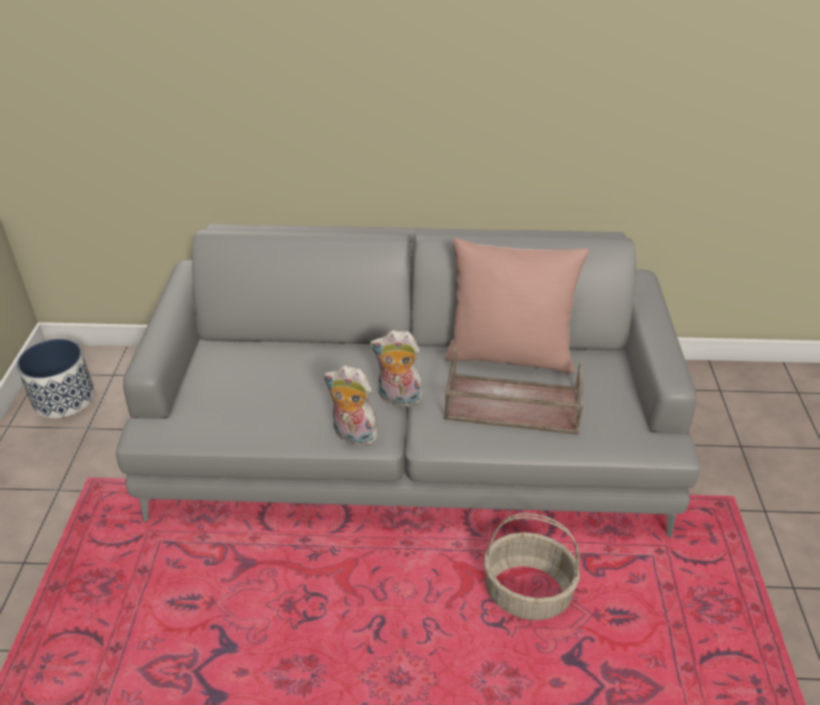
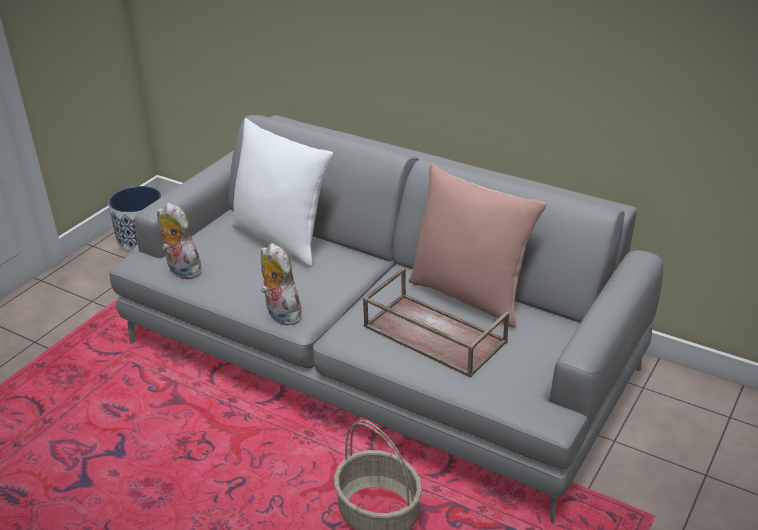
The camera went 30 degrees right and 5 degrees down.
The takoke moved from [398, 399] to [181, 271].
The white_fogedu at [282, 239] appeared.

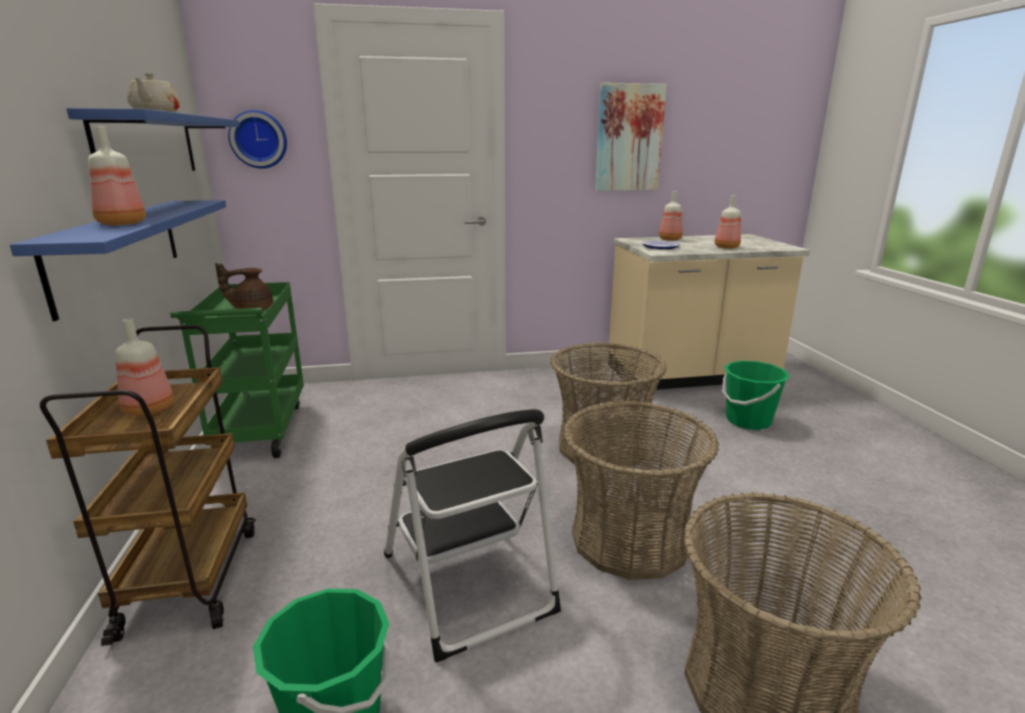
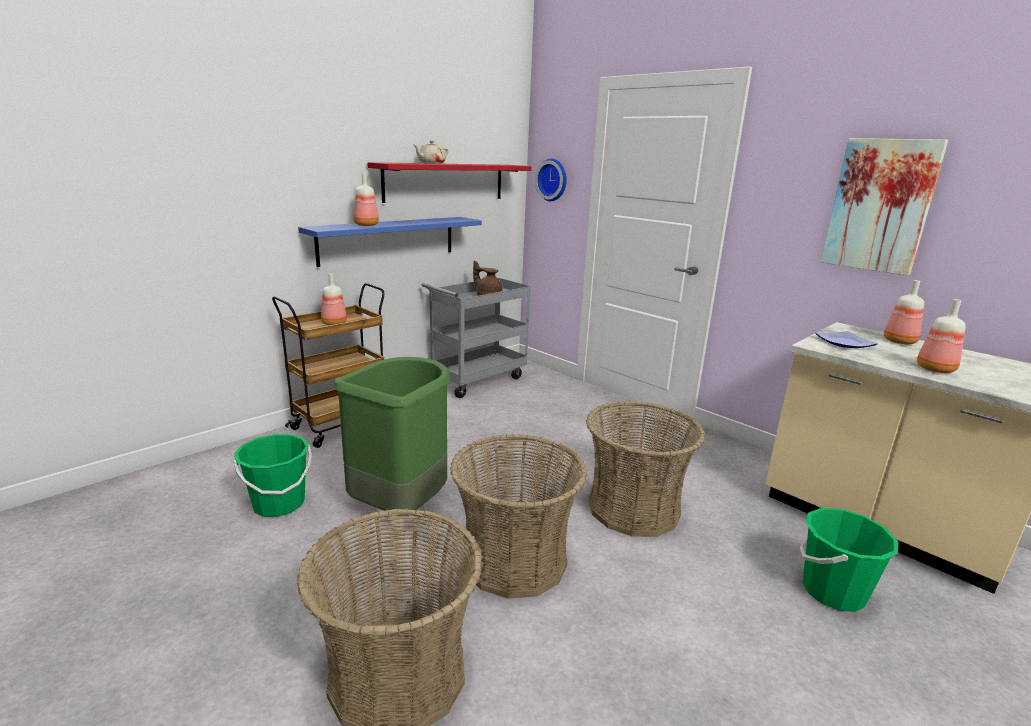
The camera went 55 degrees right and 0 degrees up.
The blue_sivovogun at [148, 146] became the red_sivovogun at [445, 182].
The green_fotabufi at [261, 433] became the grey_fotabufi at [476, 383].
The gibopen at [469, 586] was replaced by the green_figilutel at [401, 506].

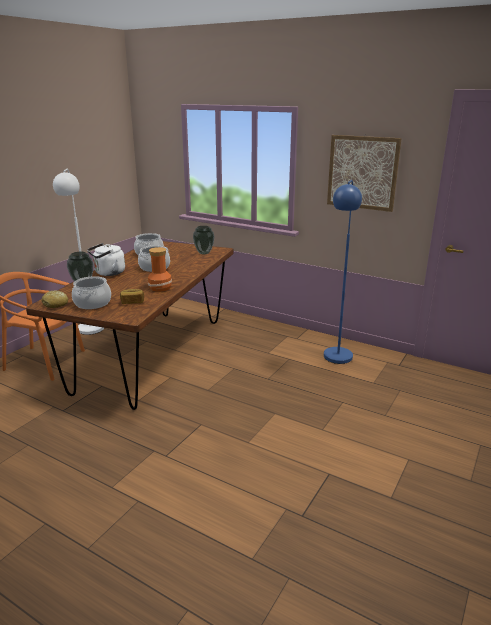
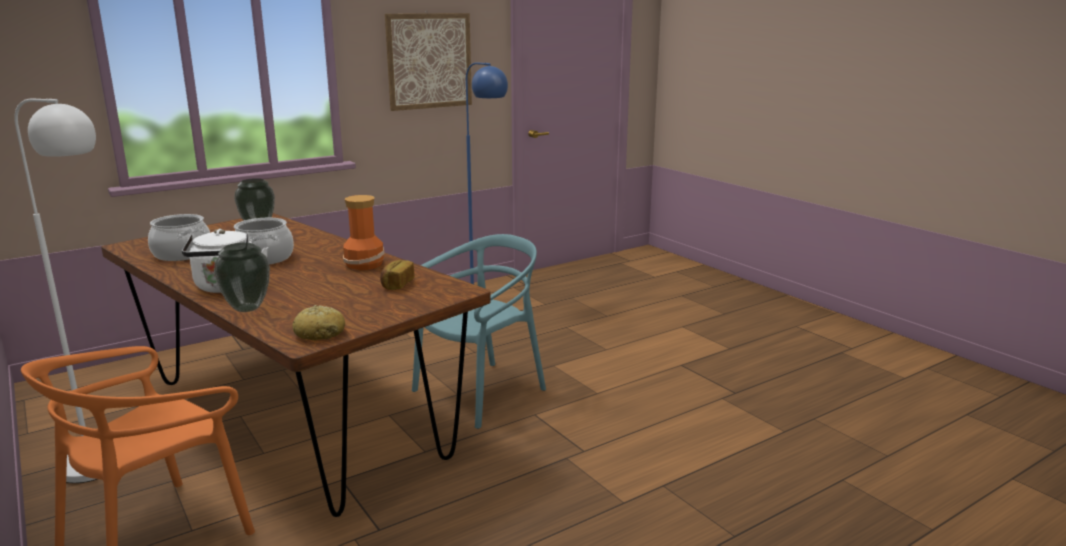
The camera went 65 degrees left and 5 degrees down.
The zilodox at [92, 303] disappeared.
The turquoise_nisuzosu at [480, 393] appeared.

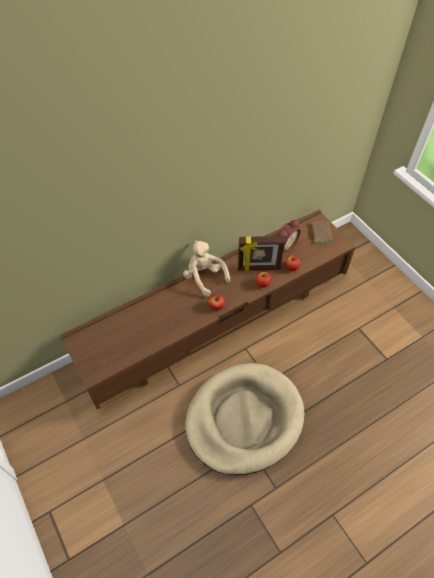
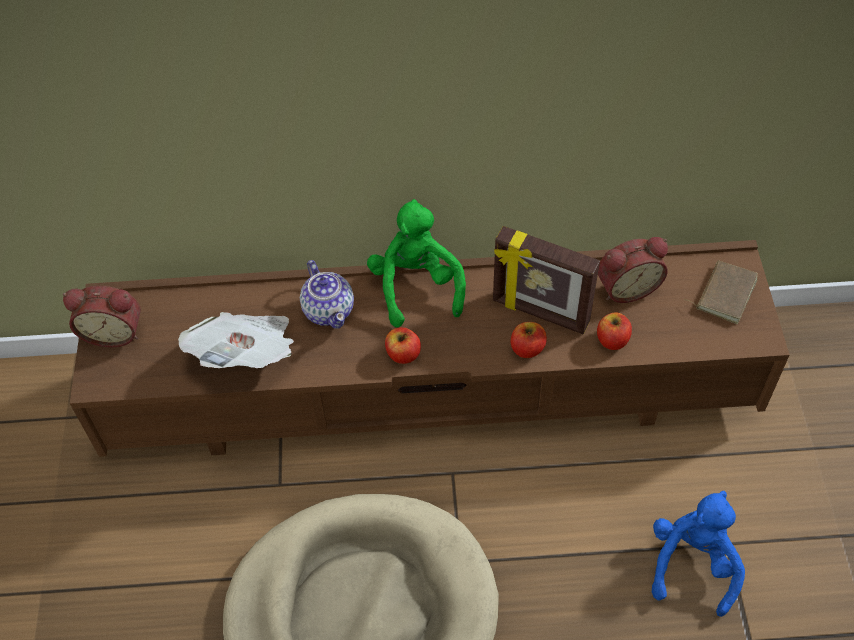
The camera went 30 degrees right and 0 degrees up.
The beige_takoke at [204, 277] became the green_takoke at [416, 287].
The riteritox at [114, 331] appeared.
The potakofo at [247, 355] appeared.
The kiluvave at [329, 310] appeared.
The blue_takoke at [693, 563] appeared.

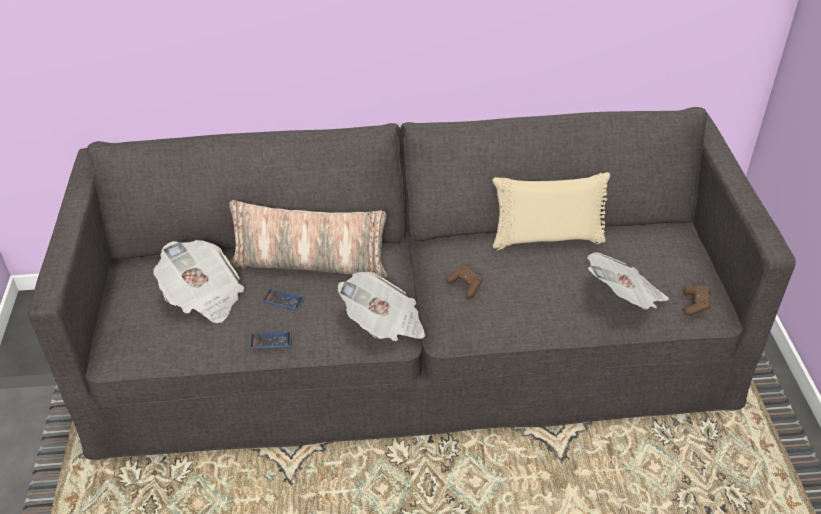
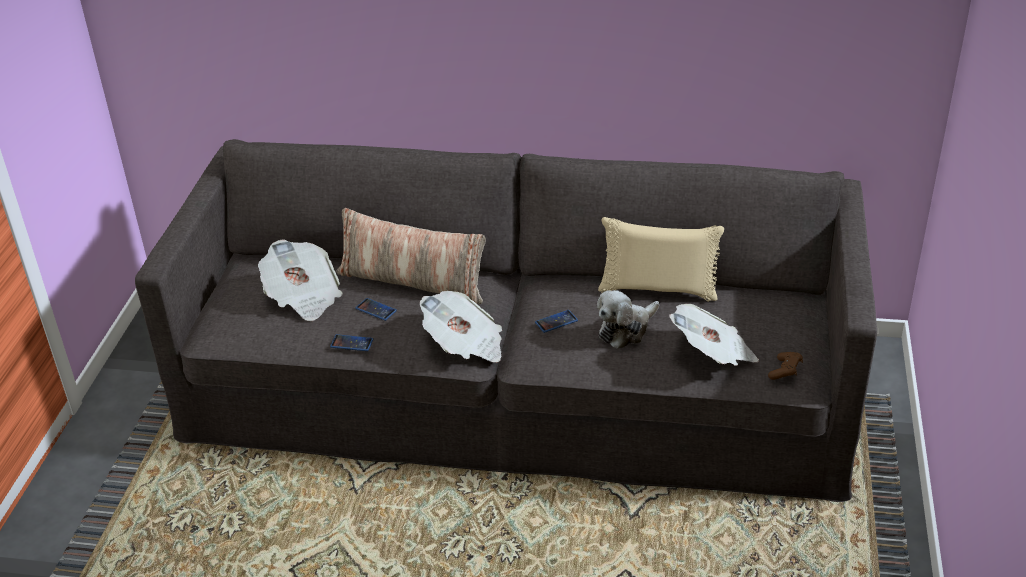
The camera went 15 degrees right and 5 degrees down.
The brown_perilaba at [465, 286] was replaced by the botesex at [556, 322].
The takoke at [626, 329] appeared.

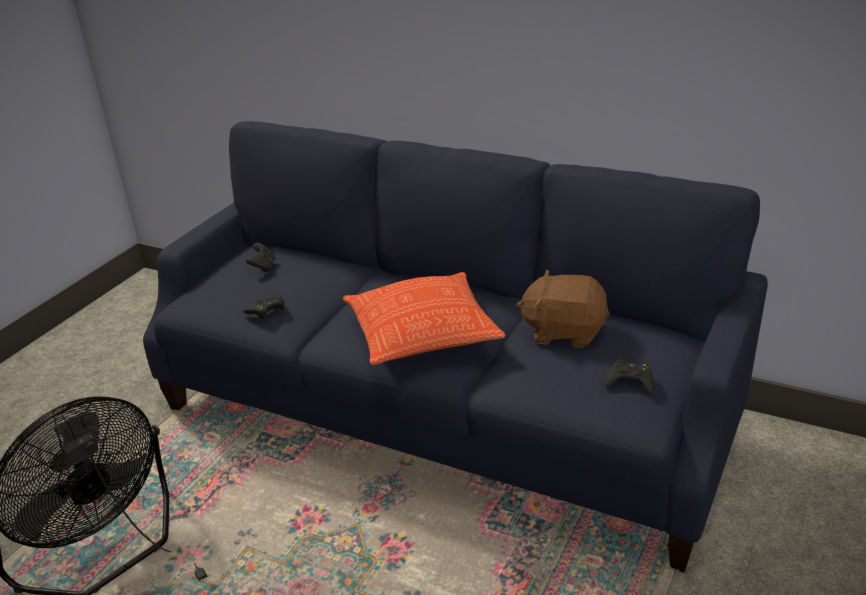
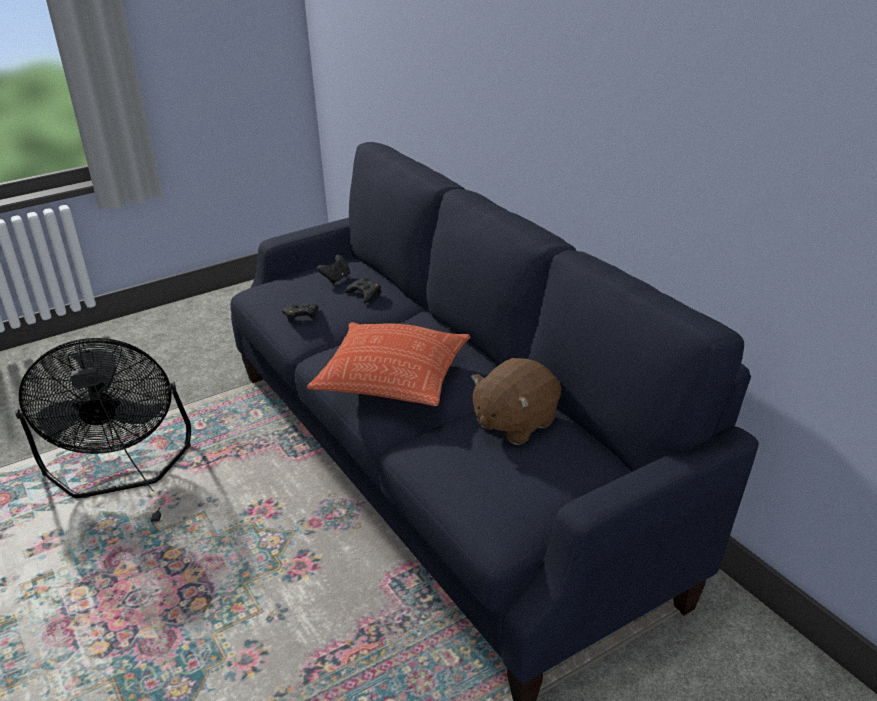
The camera went 30 degrees right and 0 degrees up.
The brown_takoke at [564, 331] turned 90 degrees counterclockwise.
The black_perilaba moved from [630, 381] to [364, 294].

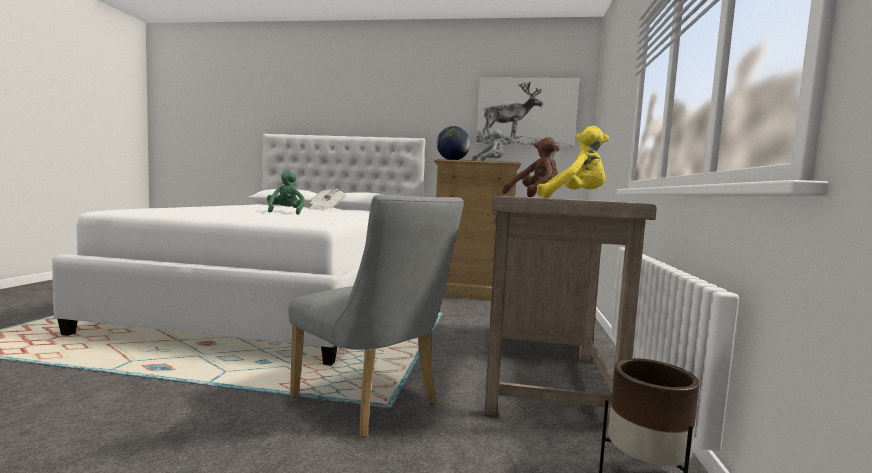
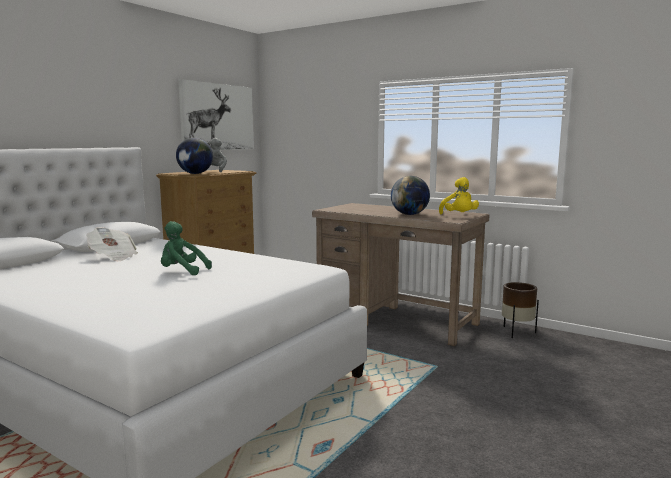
The camera went 65 degrees left and 5 degrees up.
The grey_nisuzosu at [372, 403] disappeared.
The brown_takoke at [535, 197] was replaced by the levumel at [409, 214].
The yellow_takoke at [573, 199] turned 135 degrees clockwise.

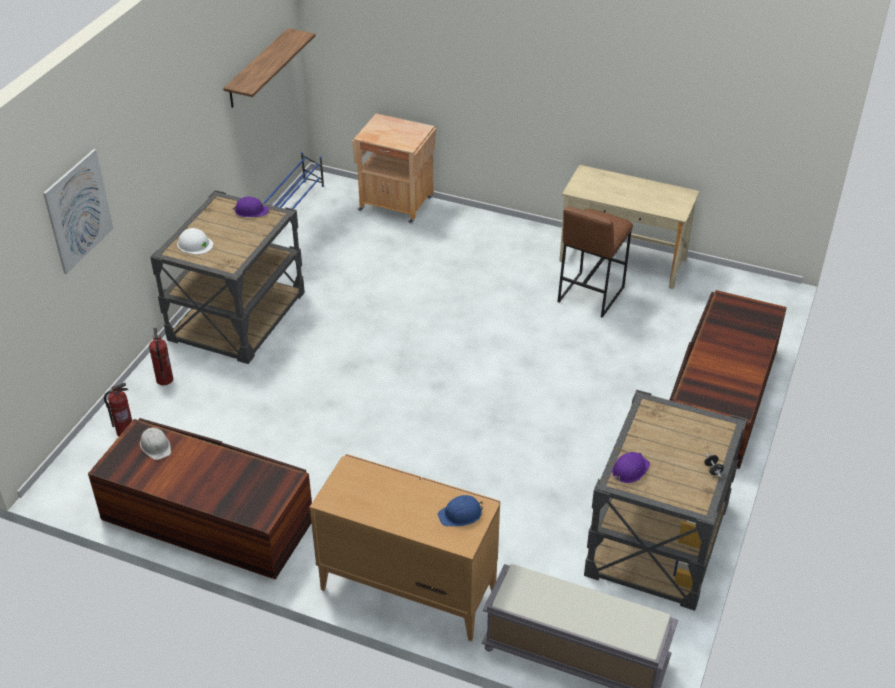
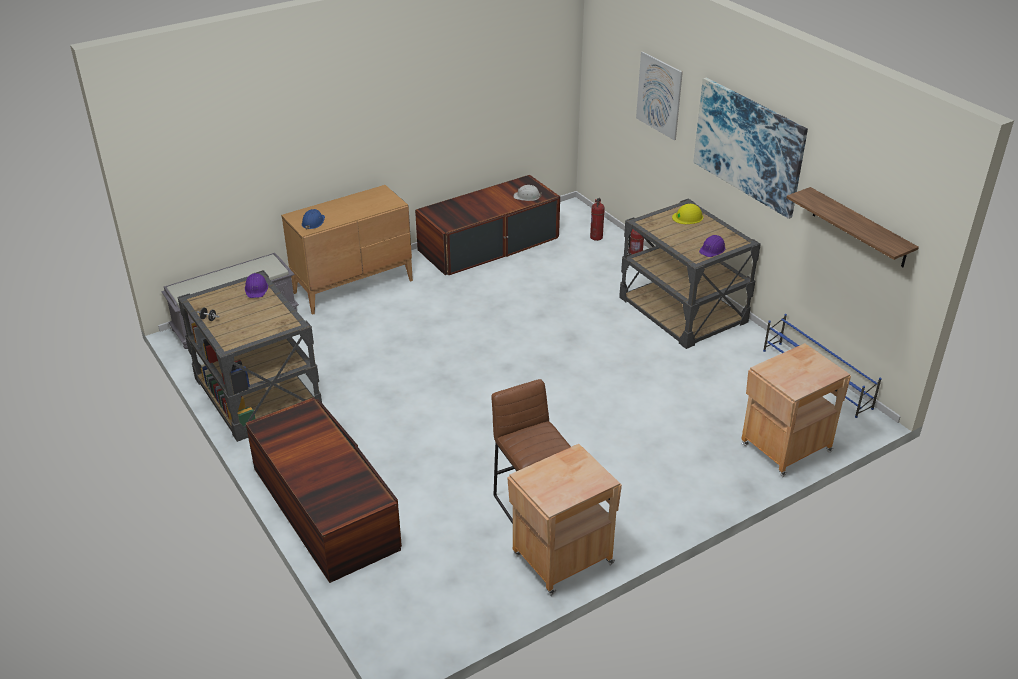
The camera went 125 degrees right and 5 degrees down.
The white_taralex at [195, 244] became the yellow_taralex at [688, 217].
The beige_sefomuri at [623, 260] was replaced by the brown_fotabufi at [561, 560].
The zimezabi at [748, 146] appeared.

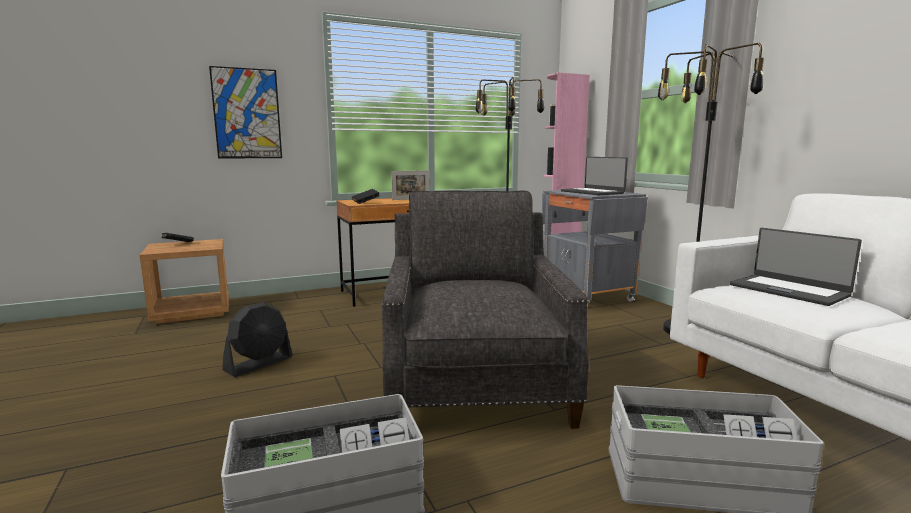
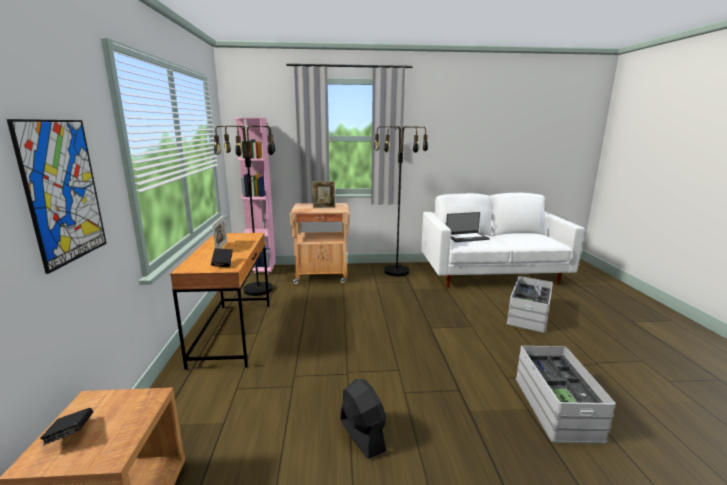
The camera went 70 degrees left and 5 degrees up.
The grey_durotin at [476, 381] disappeared.
The grey_fotabufi at [587, 296] became the brown_fotabufi at [322, 276].
The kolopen at [592, 192] was replaced by the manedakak at [324, 207].

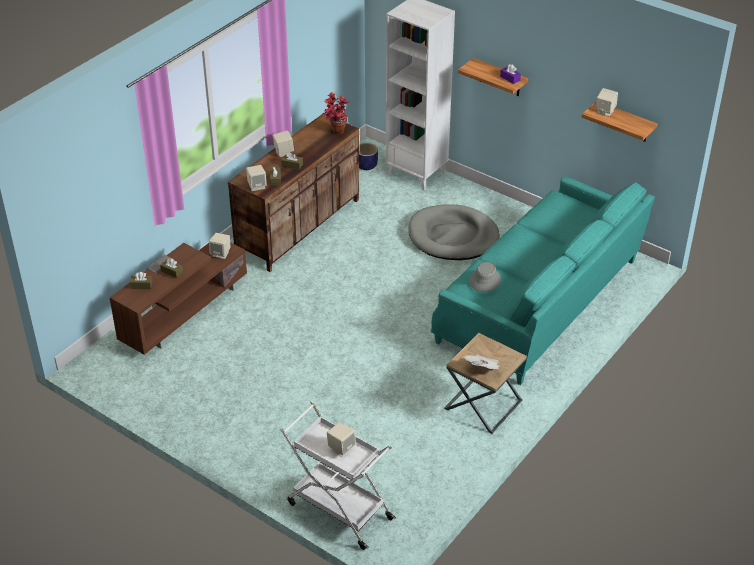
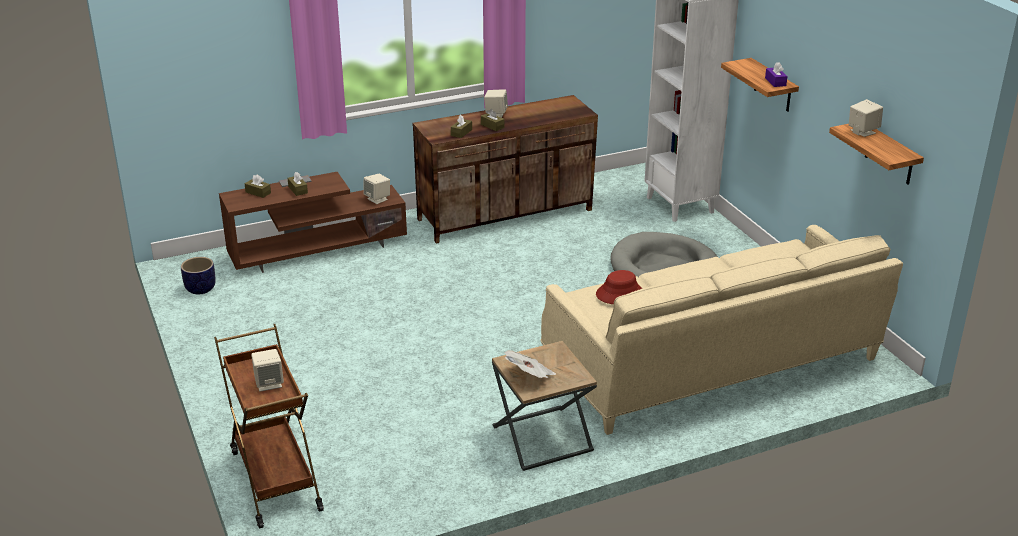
The camera went 30 degrees right and 10 degrees down.
The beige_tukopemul at [257, 186] disappeared.
The white_fotabufi at [339, 511] became the brown_fotabufi at [275, 480].
The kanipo at [335, 133] disappeared.
The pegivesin moved from [366, 166] to [201, 289].
The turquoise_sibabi at [541, 302] became the beige_sibabi at [712, 362].
The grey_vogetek at [485, 280] became the red_vogetek at [619, 294].

